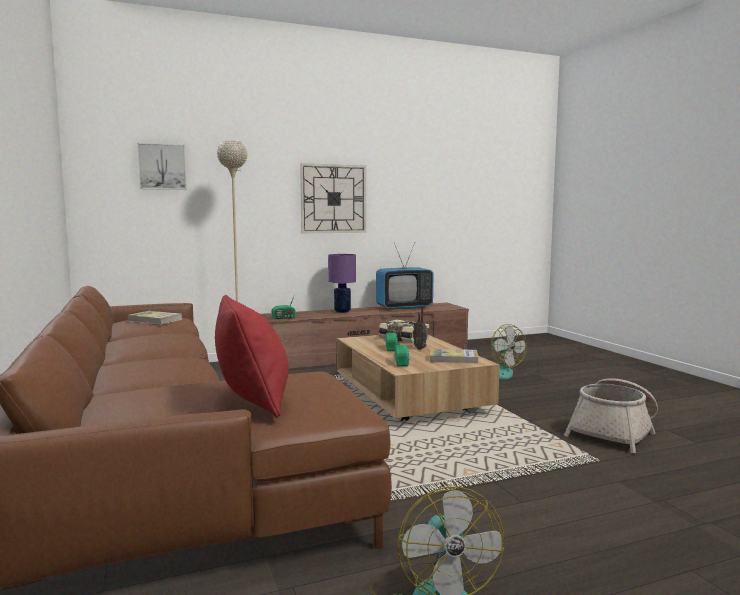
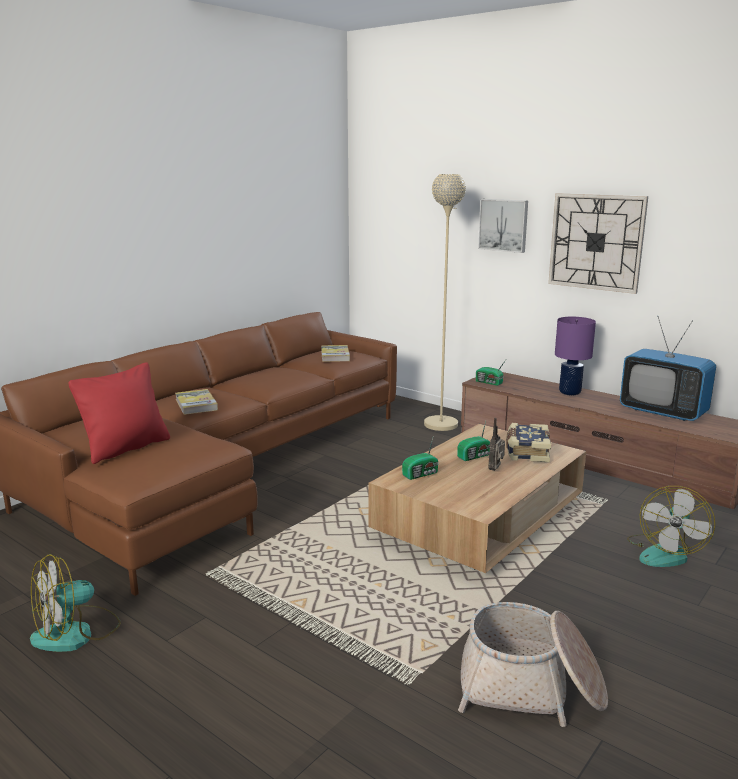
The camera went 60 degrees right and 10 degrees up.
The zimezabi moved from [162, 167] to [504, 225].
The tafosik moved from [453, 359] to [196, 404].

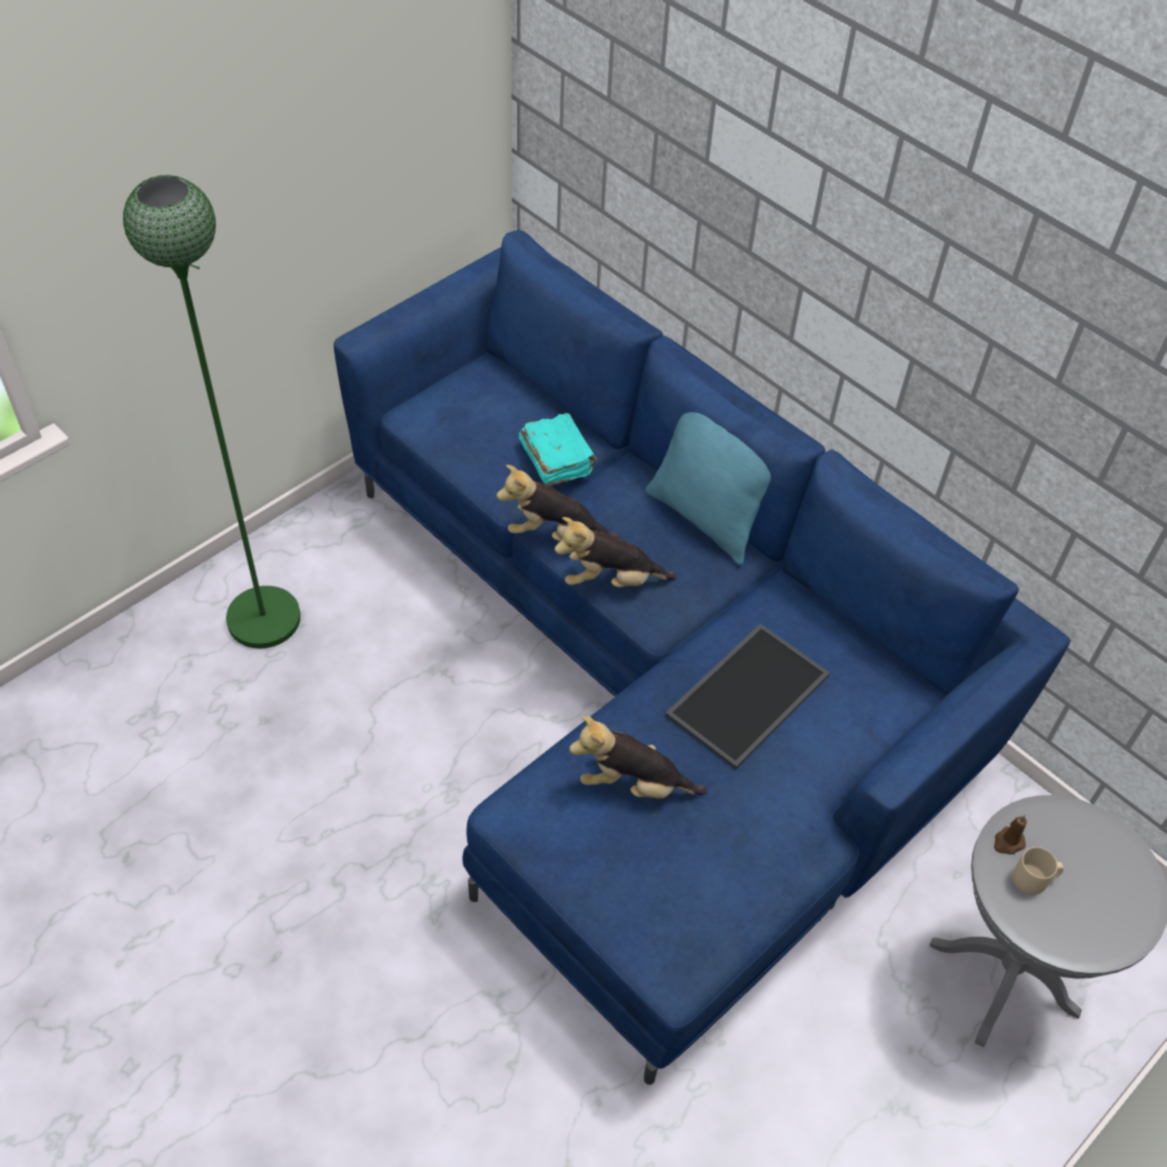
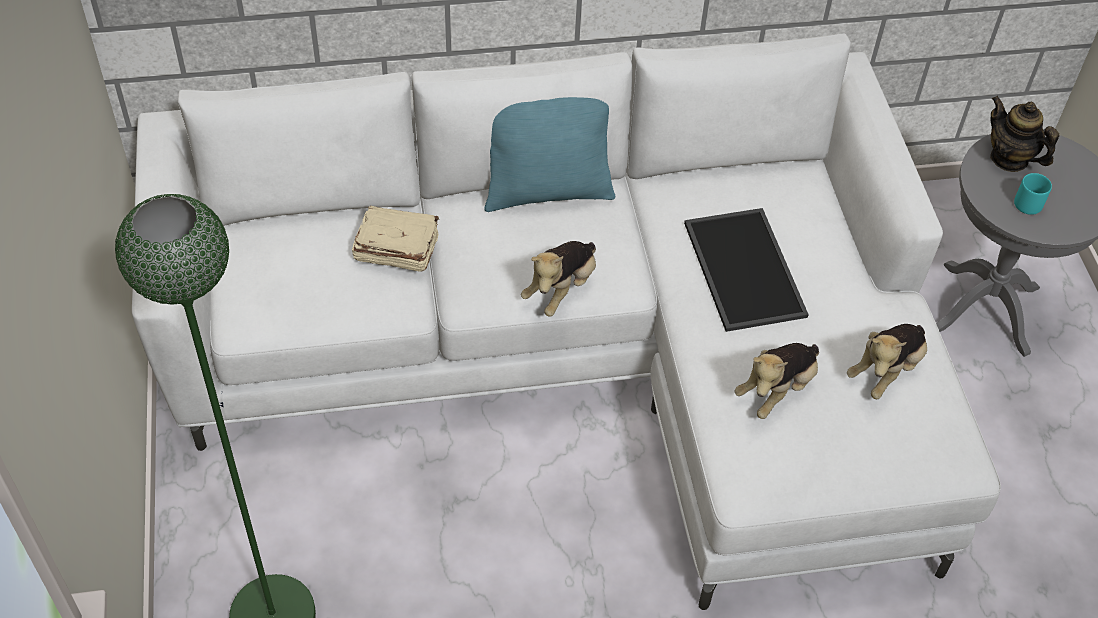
The camera went 55 degrees left and 0 degrees up.
The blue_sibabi at [654, 681] became the white_sibabi at [587, 355].
The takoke moved from [555, 534] to [886, 370].
The turquoise_tafosik at [557, 458] became the beige_tafosik at [395, 249].
The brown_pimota at [1008, 842] disappeared.
The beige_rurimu at [1034, 879] became the turquoise_rurimu at [1029, 202].
The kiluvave at [1009, 159] appeared.

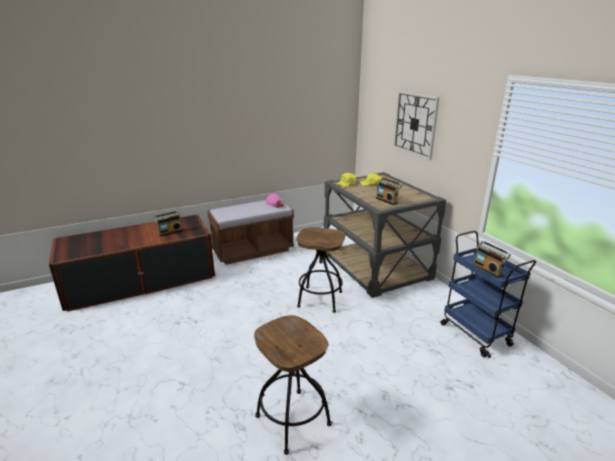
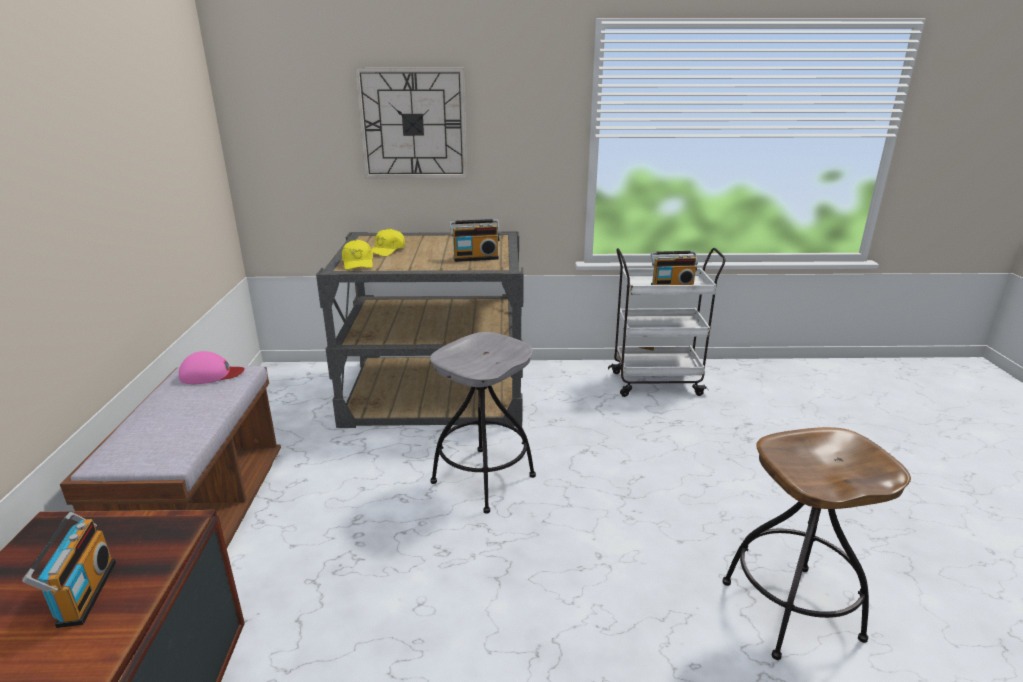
The camera went 65 degrees left and 0 degrees up.
The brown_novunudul at [320, 299] became the grey_novunudul at [483, 478].
The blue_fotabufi at [475, 335] became the white_fotabufi at [656, 383].

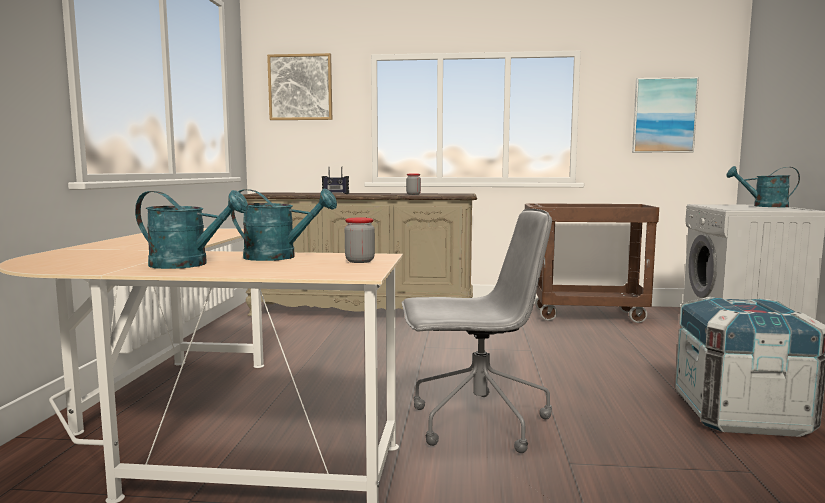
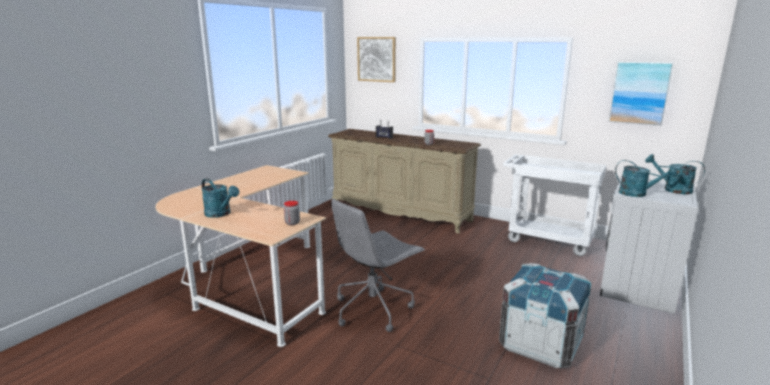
The camera went 25 degrees right and 10 degrees up.
The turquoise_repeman moved from [279, 257] to [638, 194].
The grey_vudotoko at [472, 423] turned 120 degrees clockwise.
The brown_fotabufi at [584, 316] became the white_fotabufi at [545, 242].

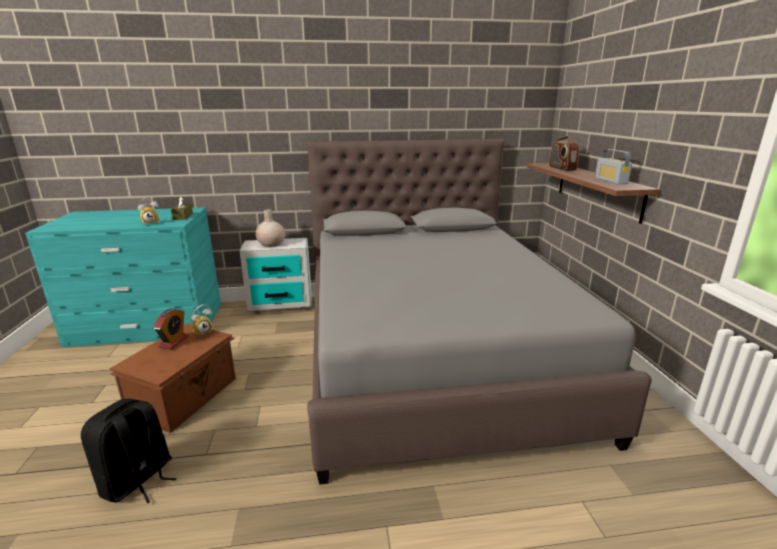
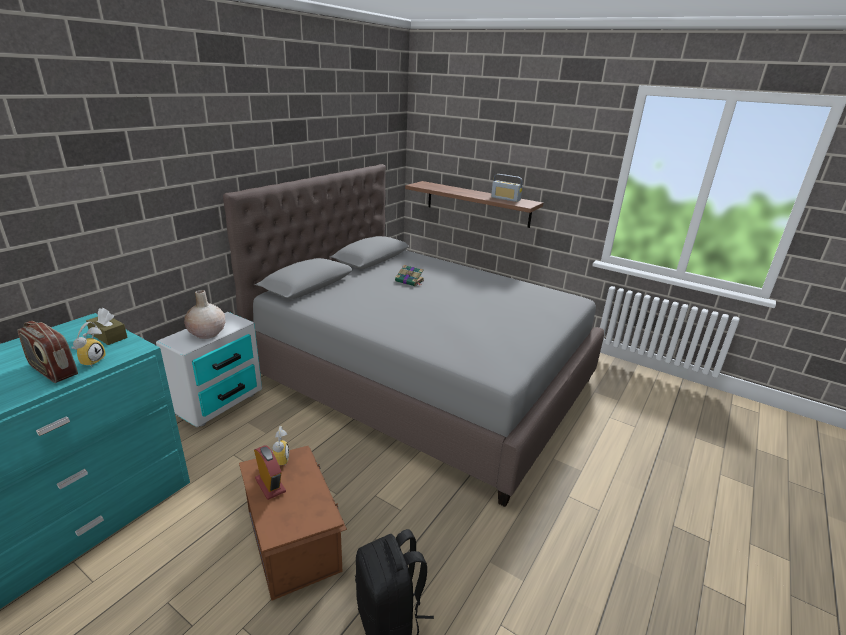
The camera went 50 degrees left and 5 degrees up.
The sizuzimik moved from [561, 168] to [52, 370].
The tafosik at [410, 281] appeared.

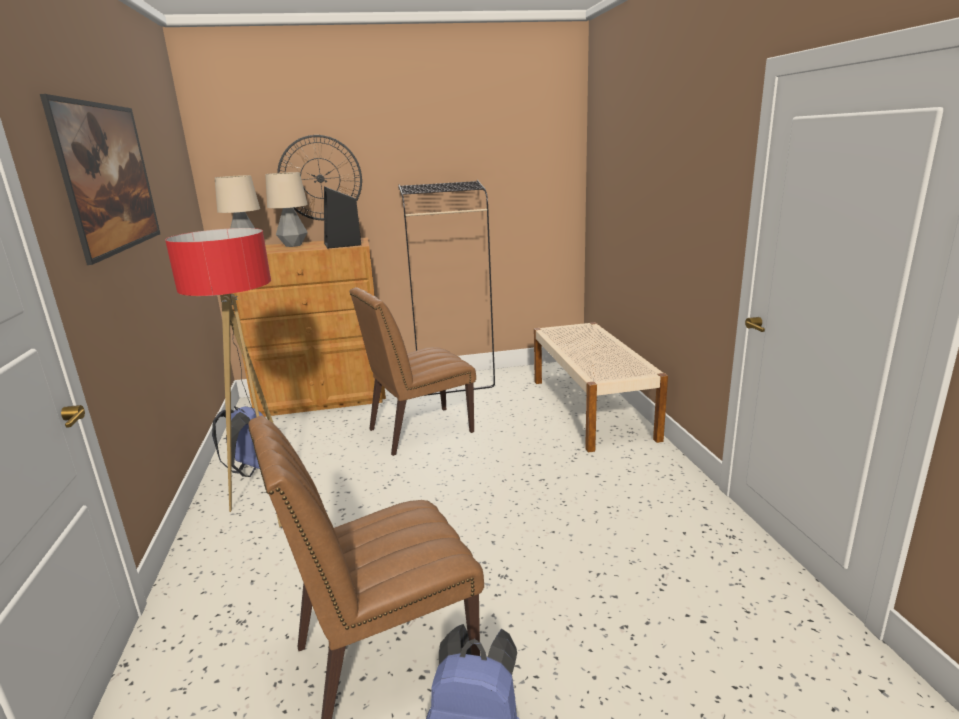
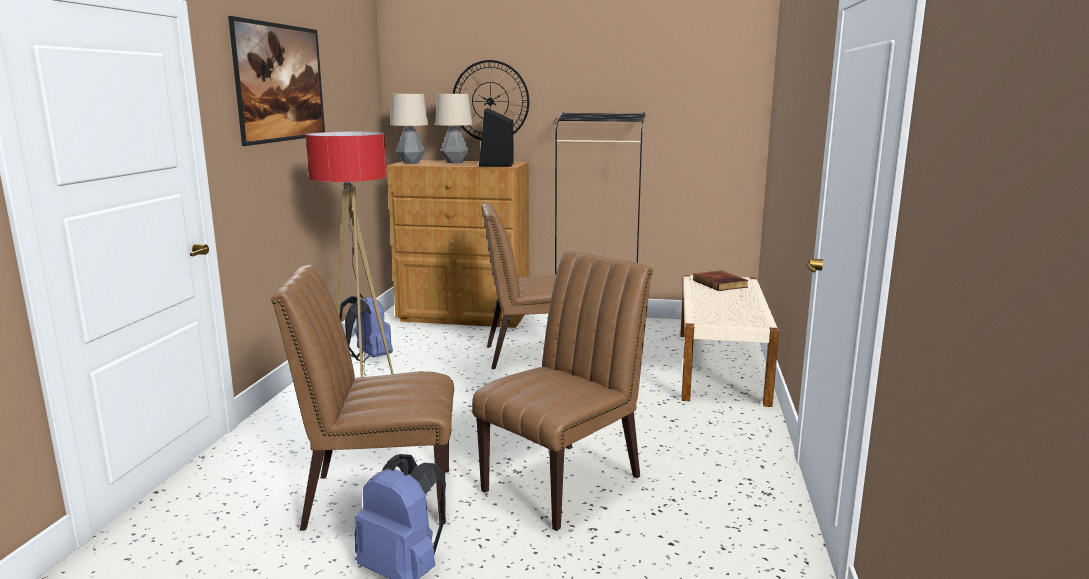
The camera went 20 degrees right and 5 degrees down.
The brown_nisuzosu at [562, 485] appeared.
The tafosik at [721, 283] appeared.

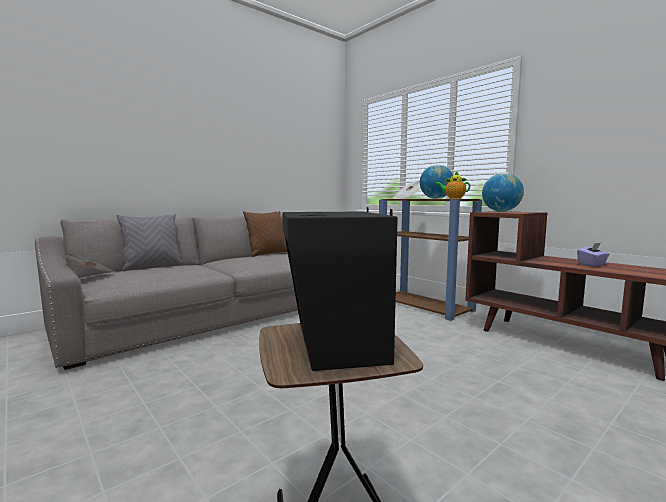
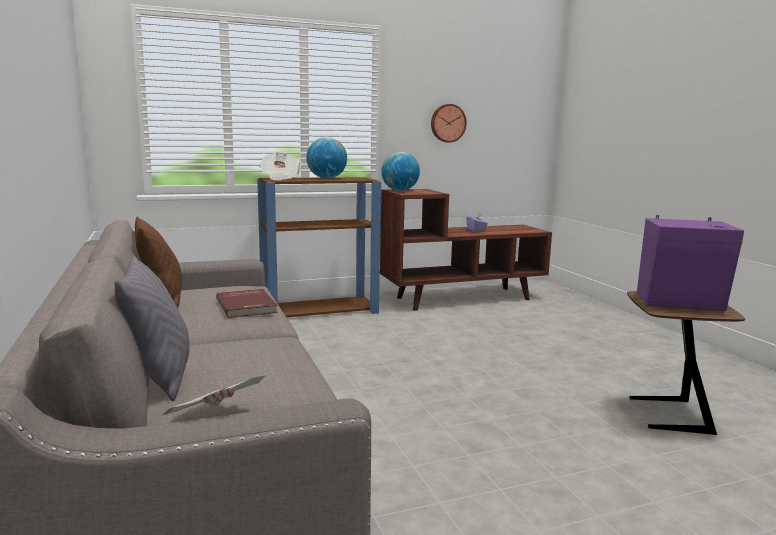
The camera went 70 degrees left and 5 degrees up.
The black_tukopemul at [334, 343] became the purple_tukopemul at [682, 303].
The kiluvave at [453, 198] disappeared.
The red_tafosik at [247, 306] appeared.
The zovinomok at [447, 123] appeared.

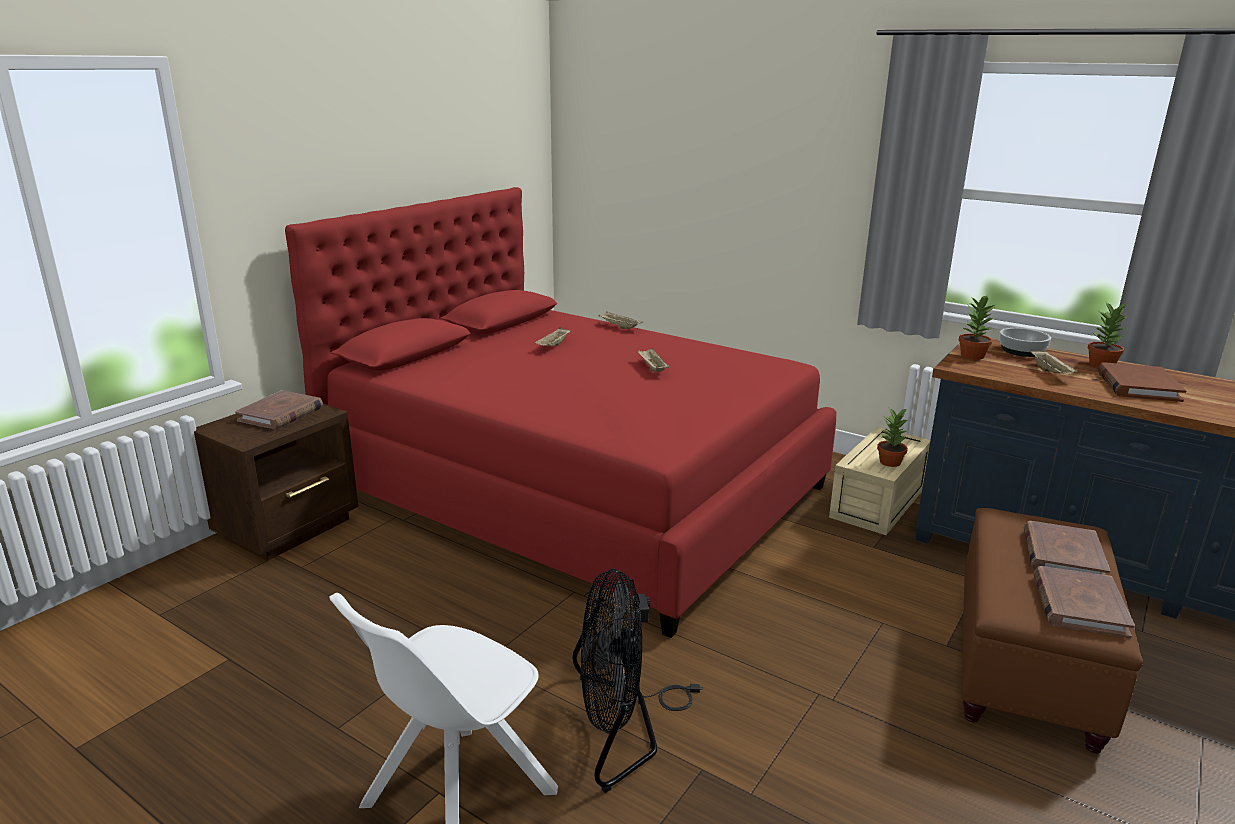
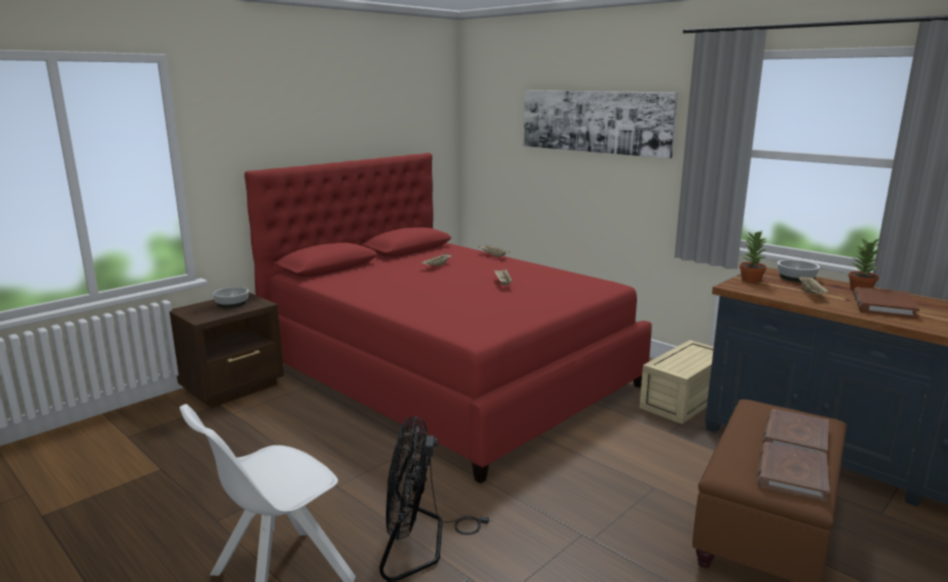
The camera went 10 degrees right and 5 degrees down.
The brown_tafosik at [281, 414] was replaced by the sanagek at [231, 303].
The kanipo at [890, 462] disappeared.
The zimezabi at [594, 121] appeared.

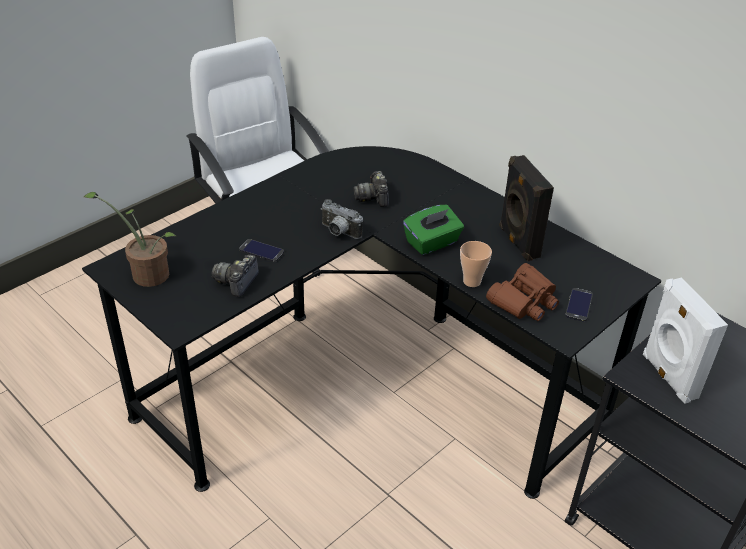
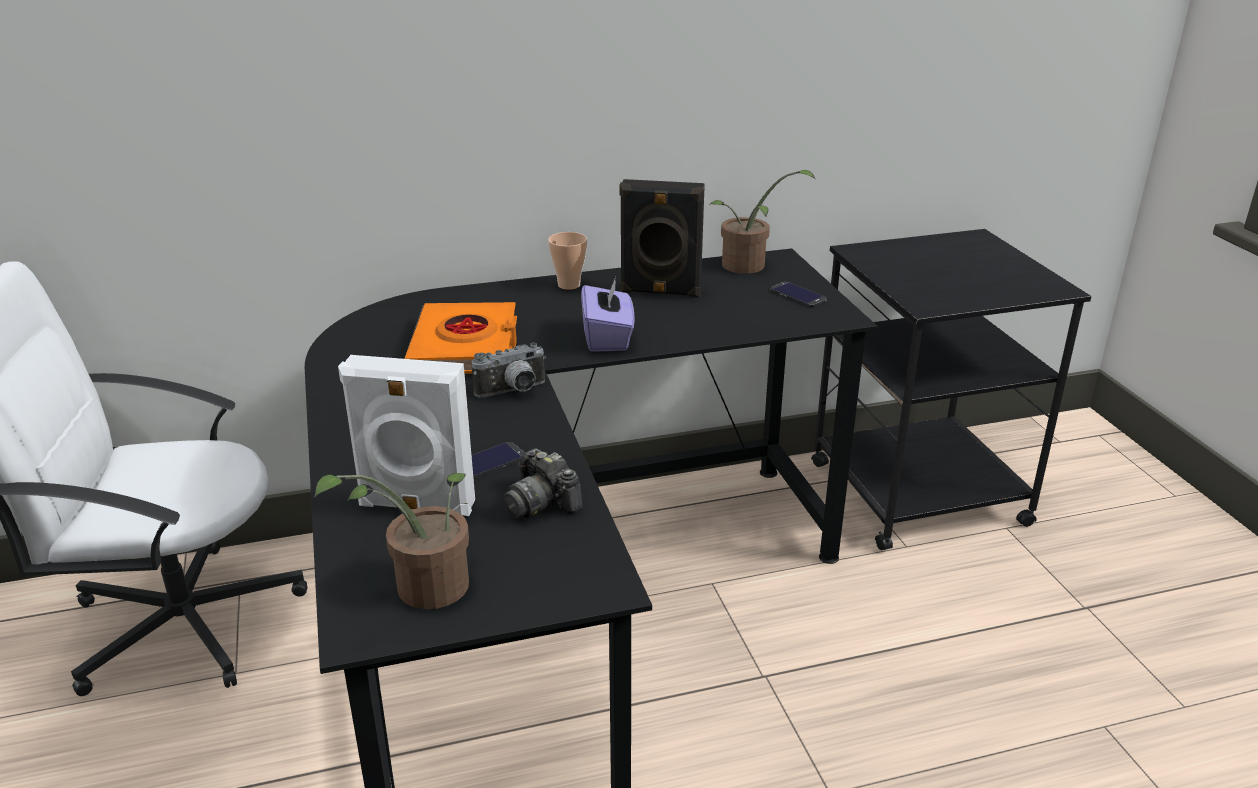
The camera went 60 degrees left and 10 degrees down.
The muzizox at [373, 197] was replaced by the orange_tafosik at [466, 347].
The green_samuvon at [432, 243] became the purple_samuvon at [607, 338].
The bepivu moved from [472, 281] to [569, 285].
The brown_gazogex at [524, 301] disappeared.
The white_tukopemul moved from [667, 376] to [416, 506].
The kanipo at [748, 267] appeared.

